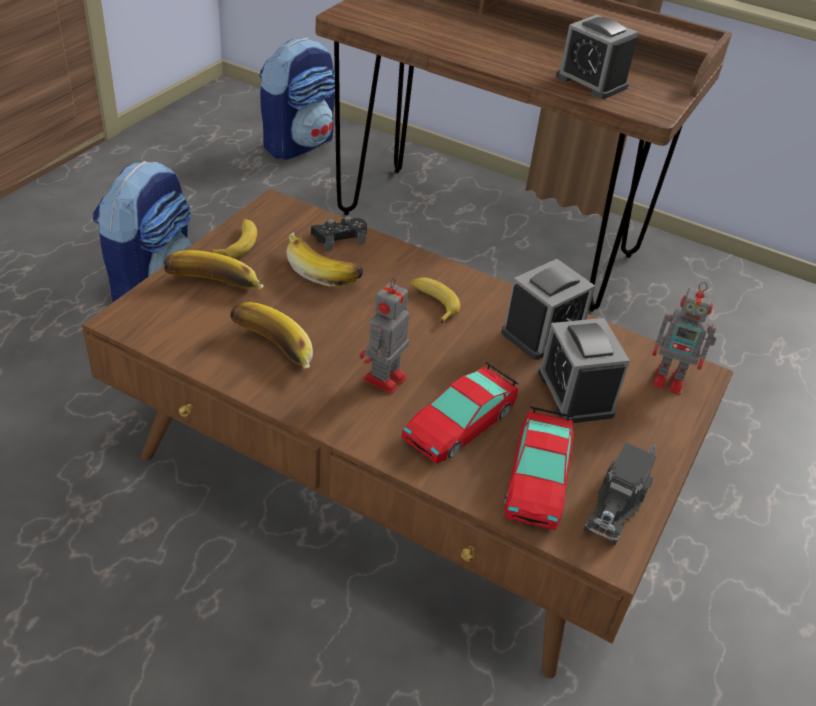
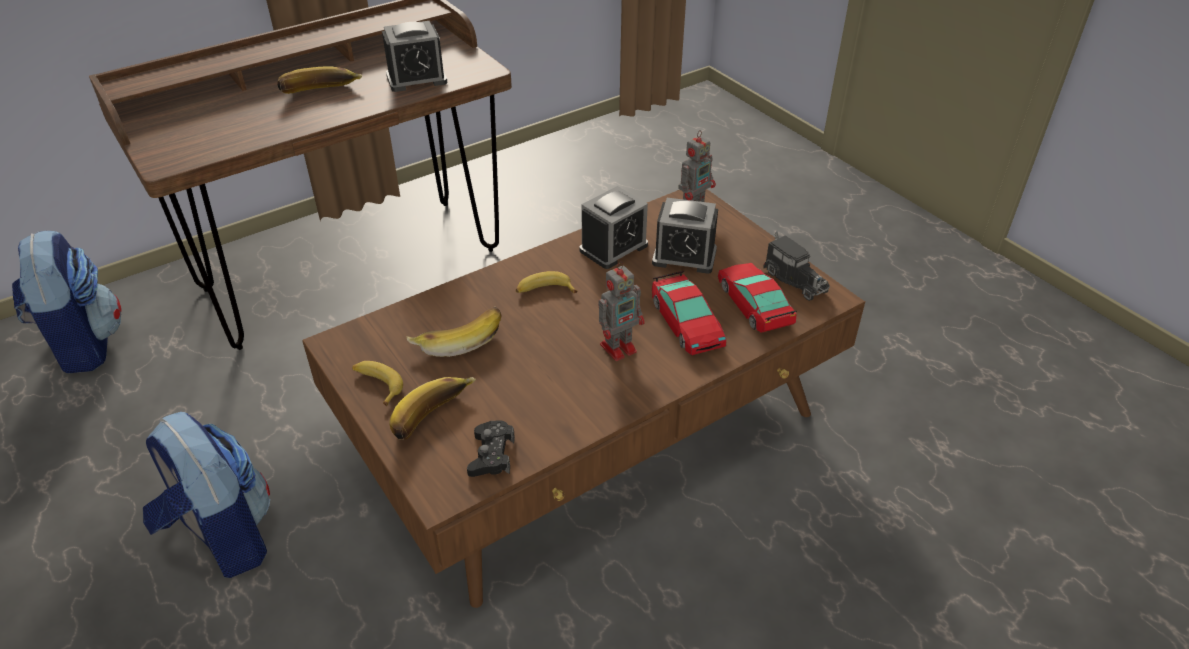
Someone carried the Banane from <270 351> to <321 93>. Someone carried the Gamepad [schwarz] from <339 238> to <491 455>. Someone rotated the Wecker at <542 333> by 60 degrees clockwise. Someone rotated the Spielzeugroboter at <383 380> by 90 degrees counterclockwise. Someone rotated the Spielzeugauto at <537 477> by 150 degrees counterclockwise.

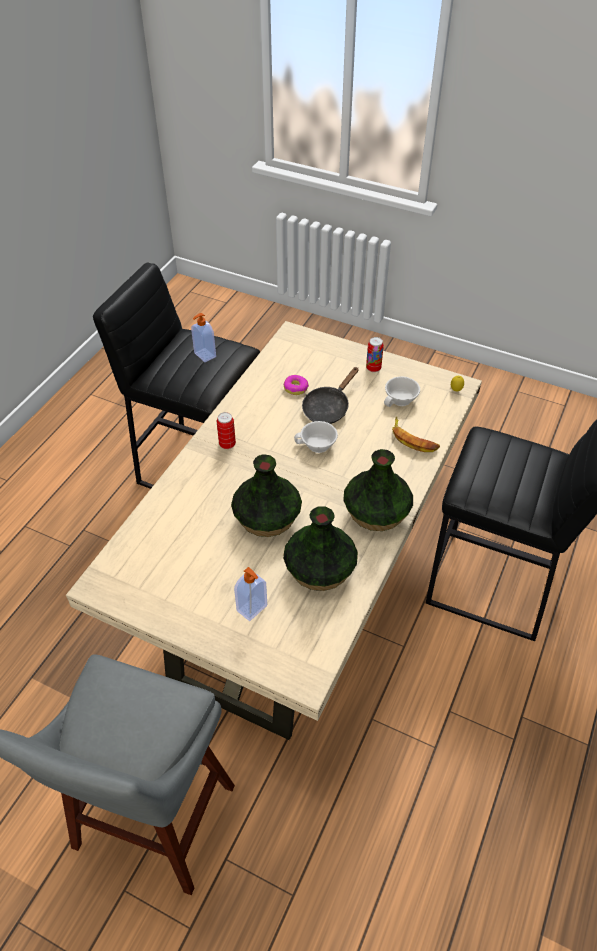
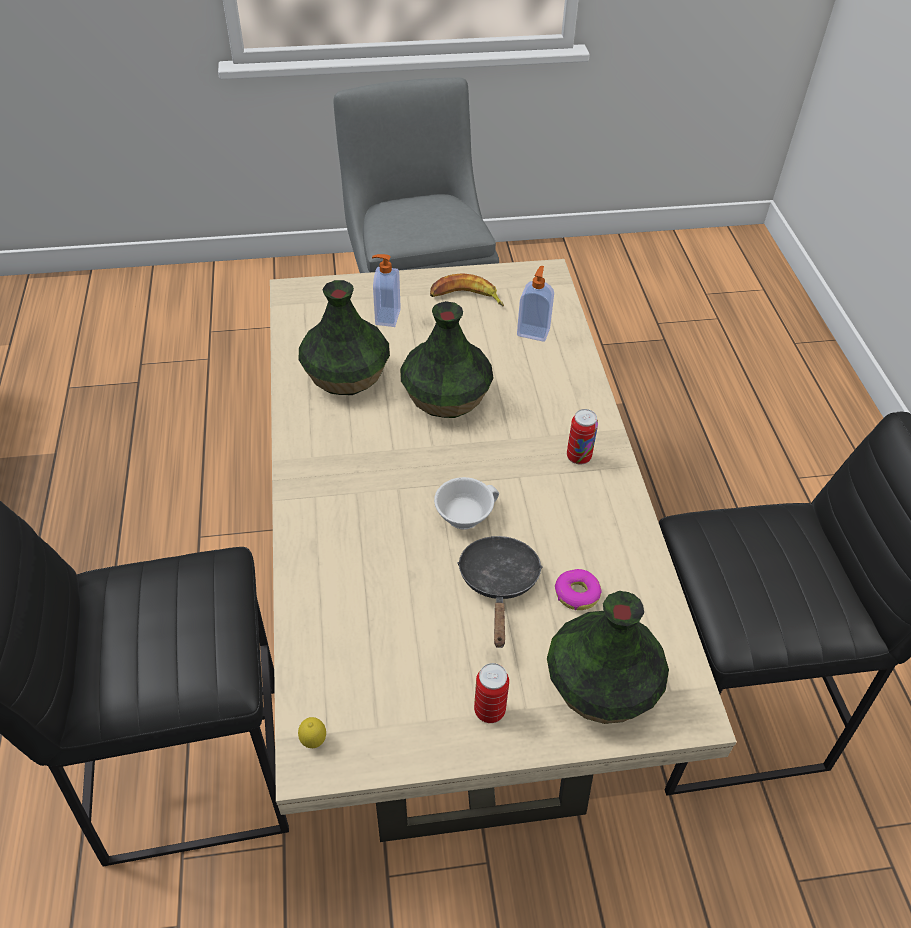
Someone carried the Banane from <413 439> to <466 298>. Someone carried the Seifenspender from <204 355> to <533 332>. Someone carried the Vase from <377 513> to <600 684>. Someone took away the Tasse [weiß] at <401 400>.

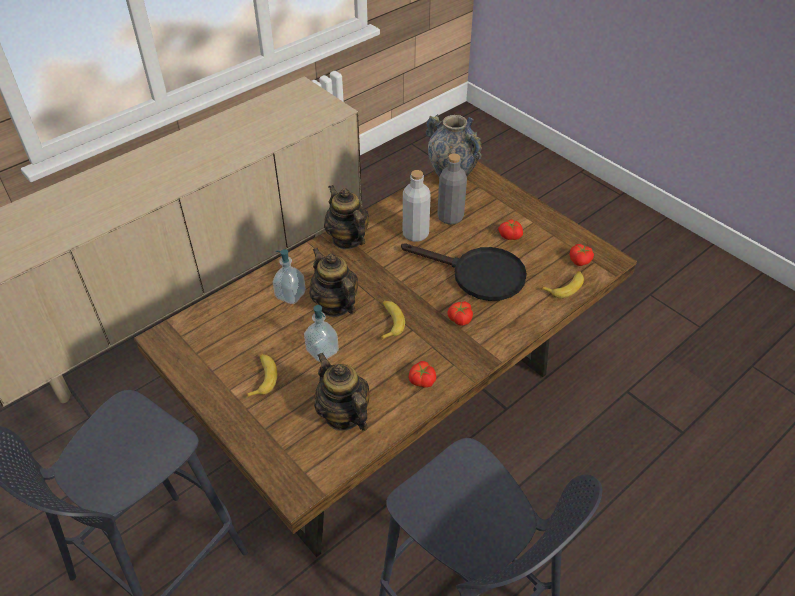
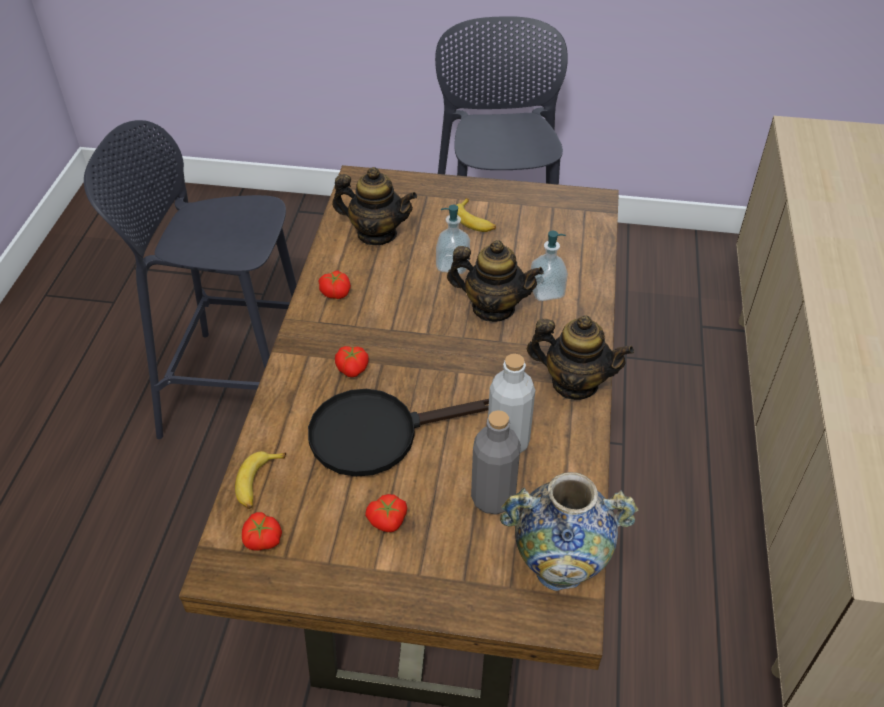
Someone took away the Banane at <389 322>.

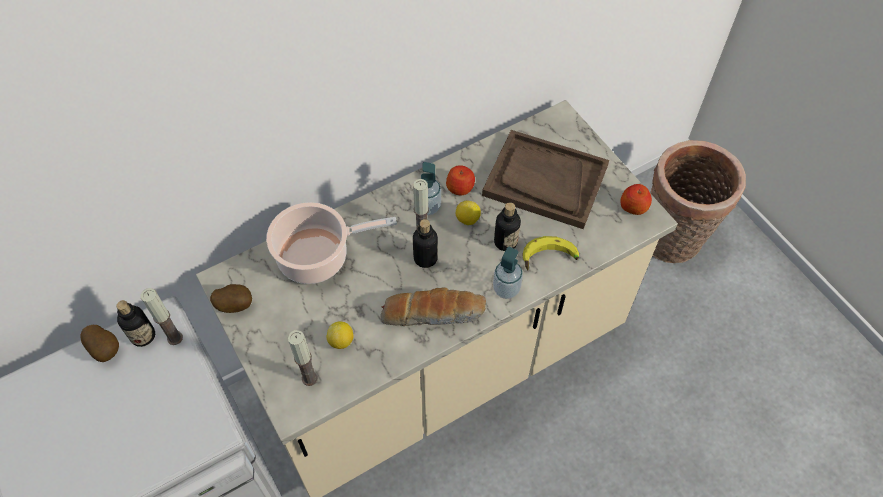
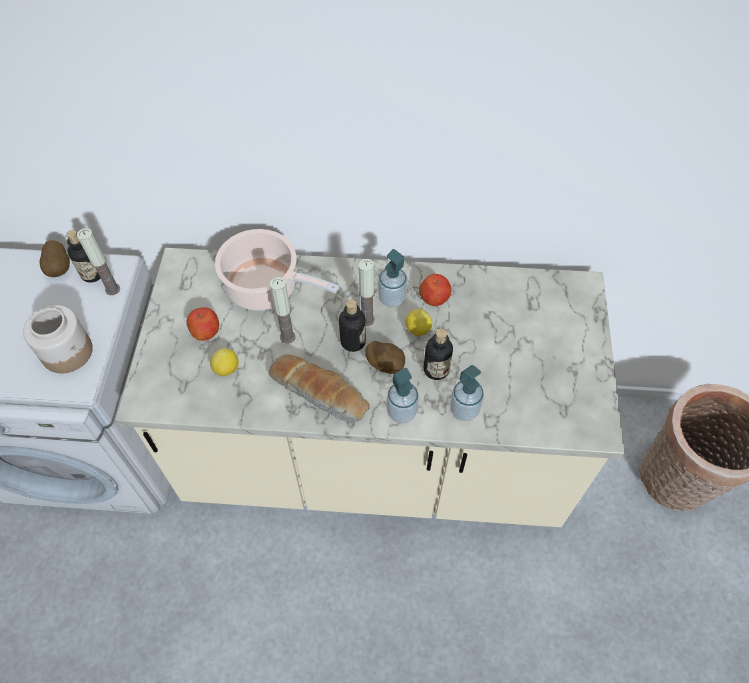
Someone put down the Vorratsglas at <68 352>. Someone carried the Apfel from <633 206> to <205 331>. Someone carried the Kerze from <309 378> to <287 337>. Someone carried the Kartoffel from <235 305> to <386 364>. Someone swapped the Banane at <549 259> for the Seifenspender at <464 410>. Someone took away the Tablett [braun] at <545 181>.

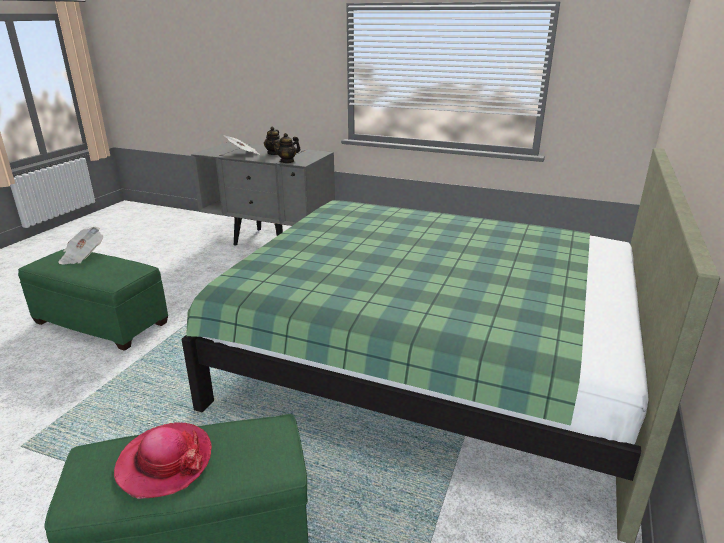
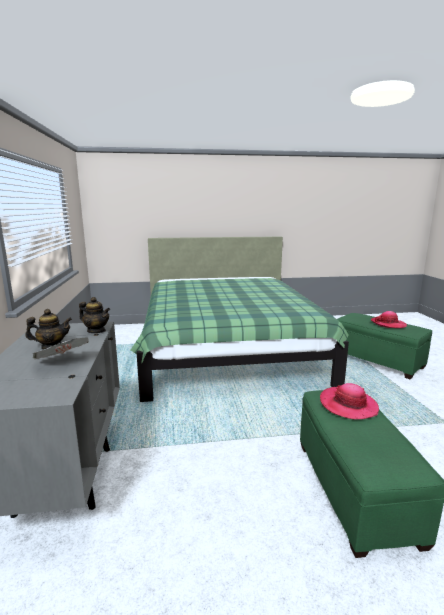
Someone put down the Hut at <348 405>. Someone took away the Zeitung at <83 257>.

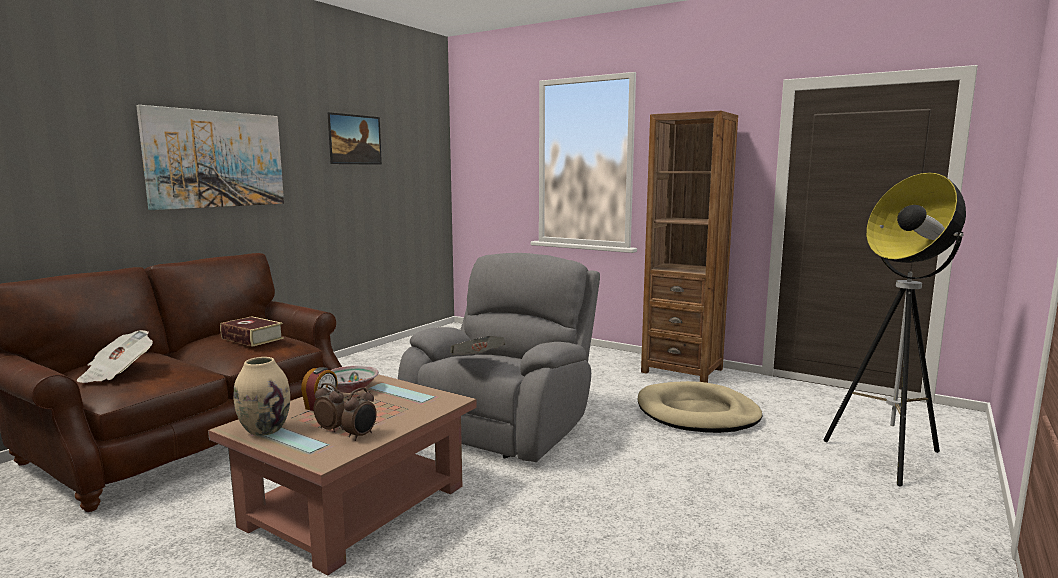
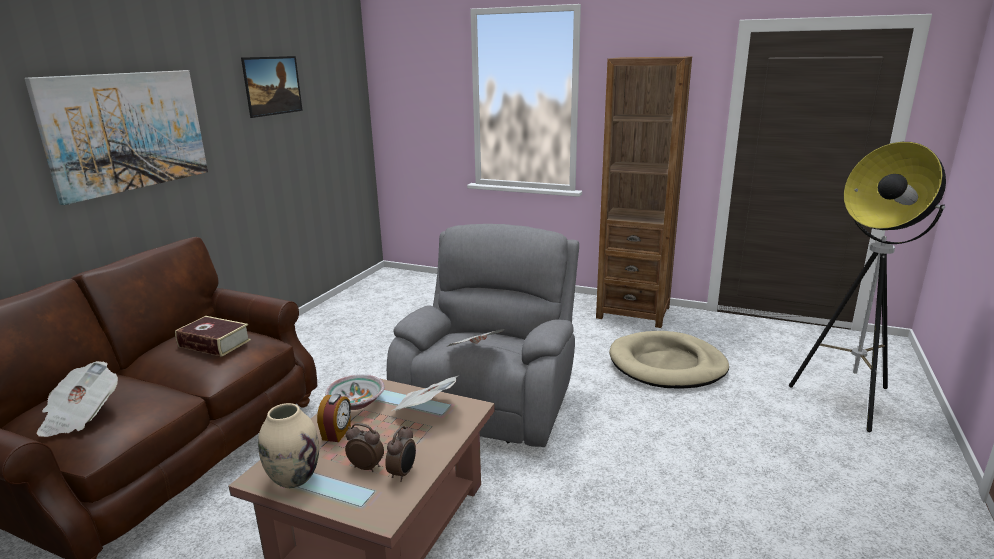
Someone put down the Zeitung at <426 409>.

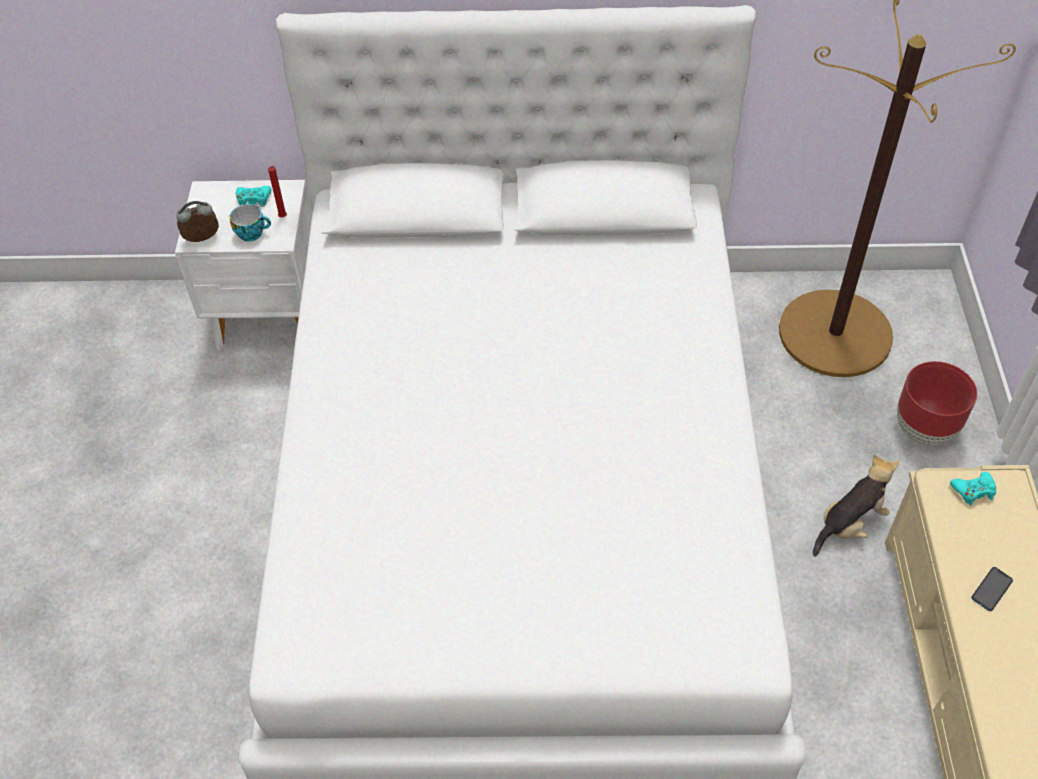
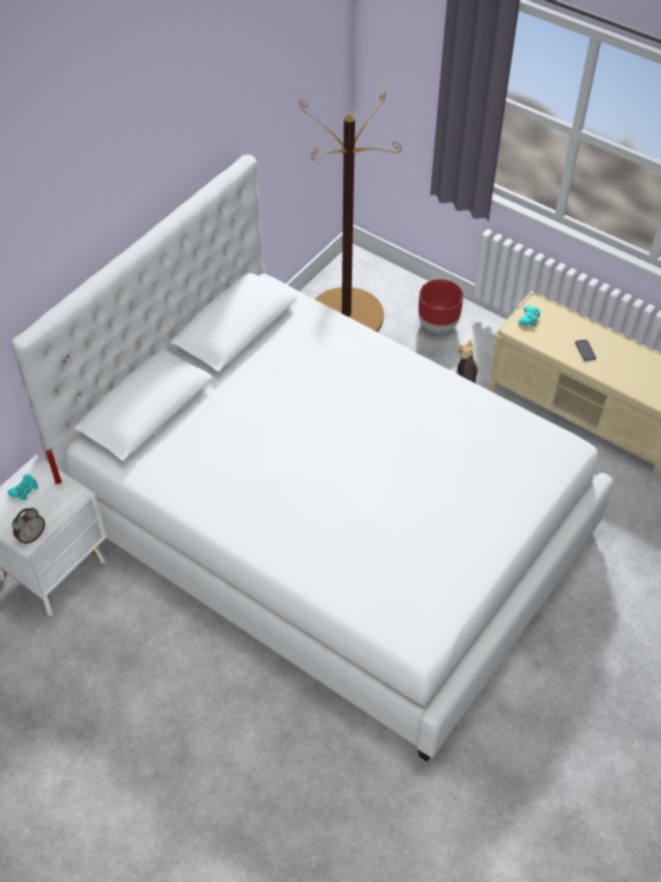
Someone rotated the Wecker at <202 239> by 150 degrees counterclockwise. Someone took away the Tasse at <252 233>.

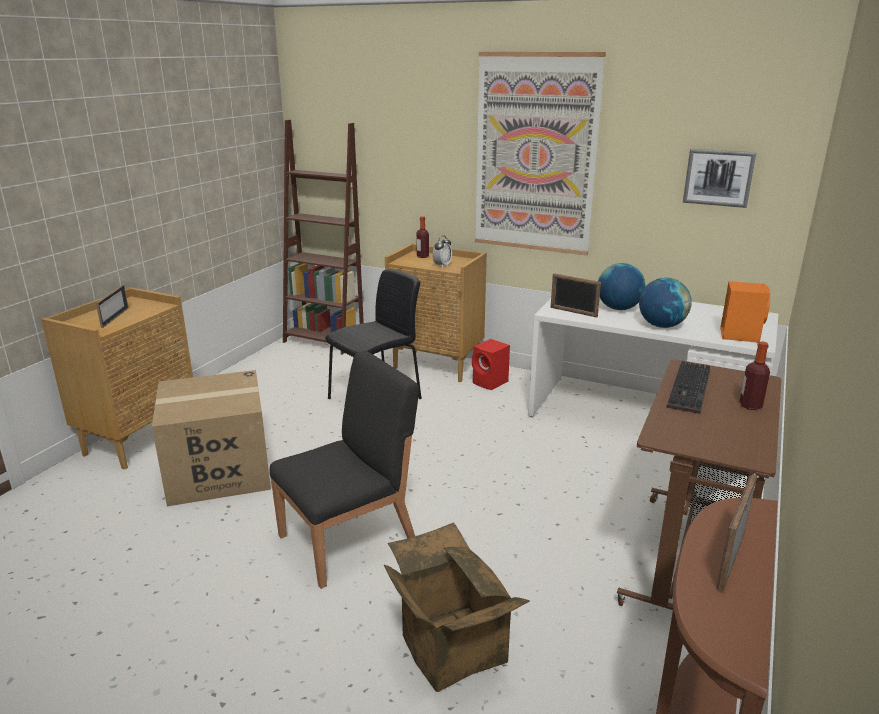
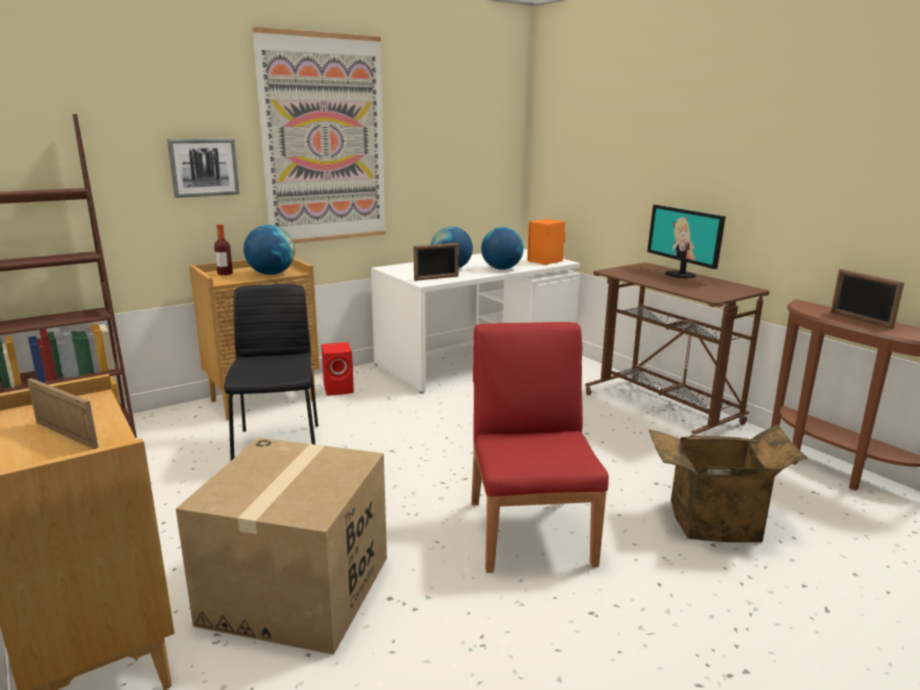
Someone carried the Bild from <718 177> to <204 167>. Someone swapped the Wecker at <442 265> for the Globus at <271 274>. Someone repainted the Stuhl [schwarz] at <349 539>, which became the Stuhl [rot] at <531 530>. Someone swapped the Flasche at <750 405> for the Monitor at <680 274>. Someone took away the Tastatur at <691 390>.

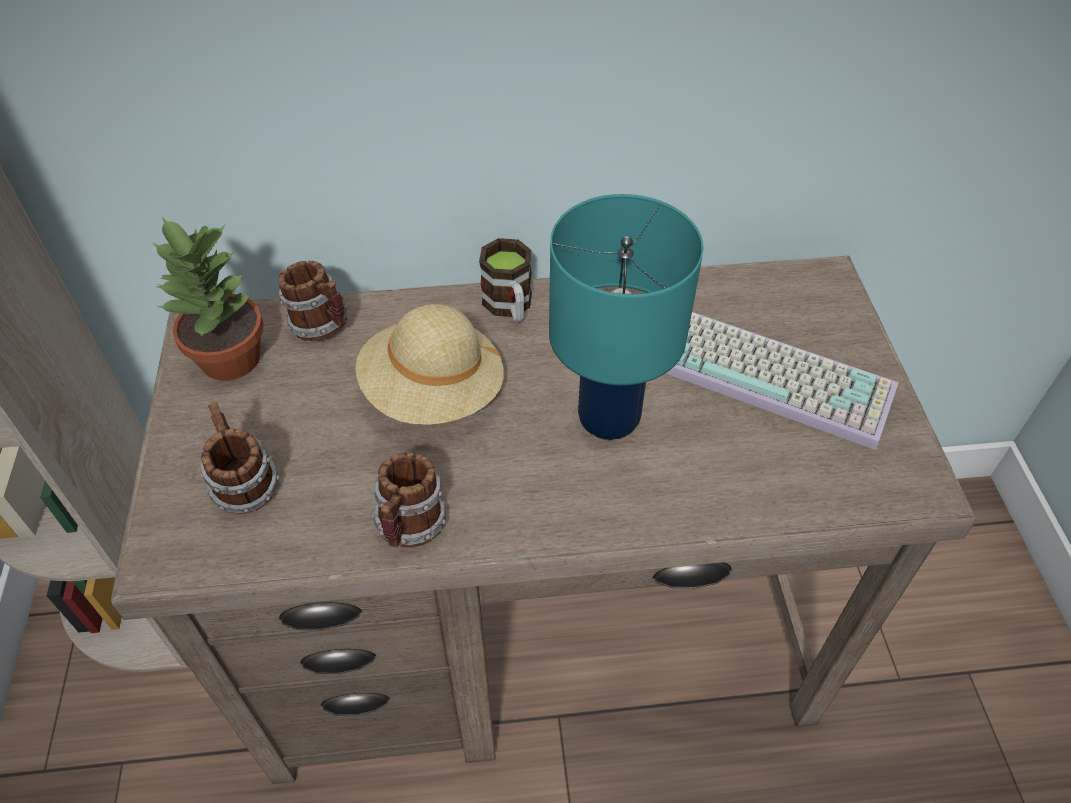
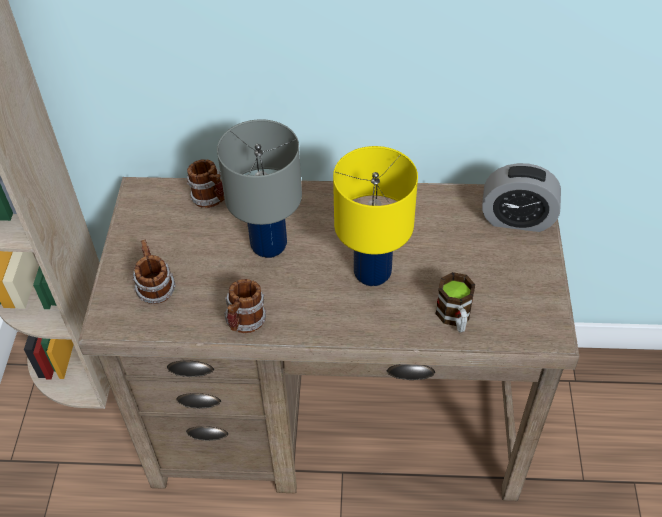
Someone swapped the Hut [beige] at <433 393> for the Tischlampe [grau] at <271 246>. Someone repainted the Tischlampe [türkis] at <606 417>, which became the Tischlampe [gelb] at <371 272>. Someone carried the Henkelbecher from <510 307> to <455 318>. Someone put down the Wecker at <517 219>. Someone took away the Topfpflanze at <231 360>. Someone took away the Tastatur at <772 374>.

